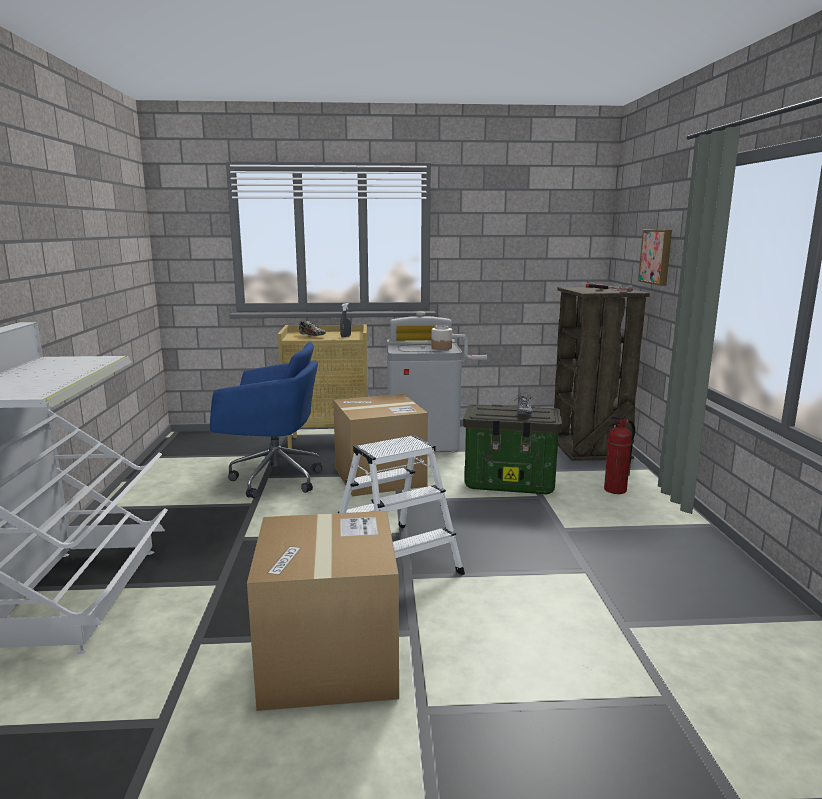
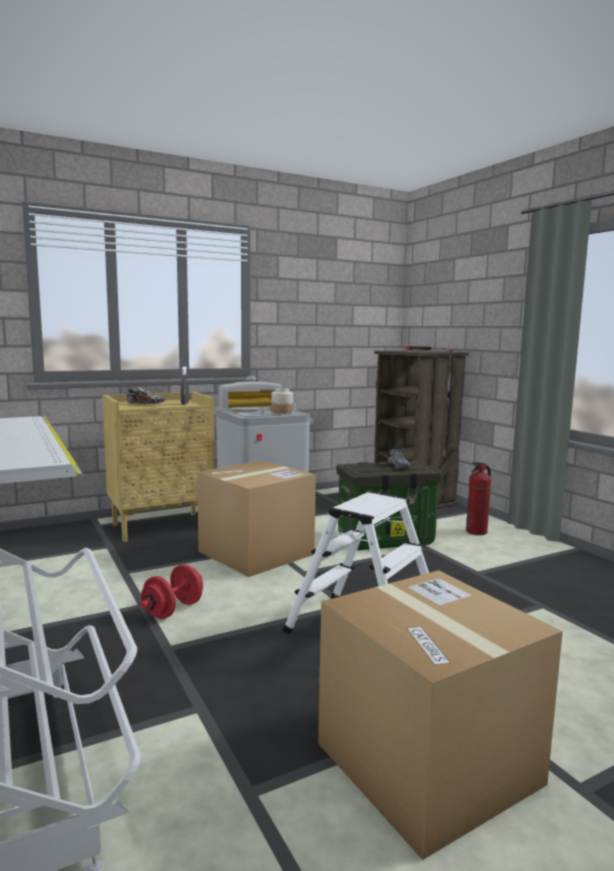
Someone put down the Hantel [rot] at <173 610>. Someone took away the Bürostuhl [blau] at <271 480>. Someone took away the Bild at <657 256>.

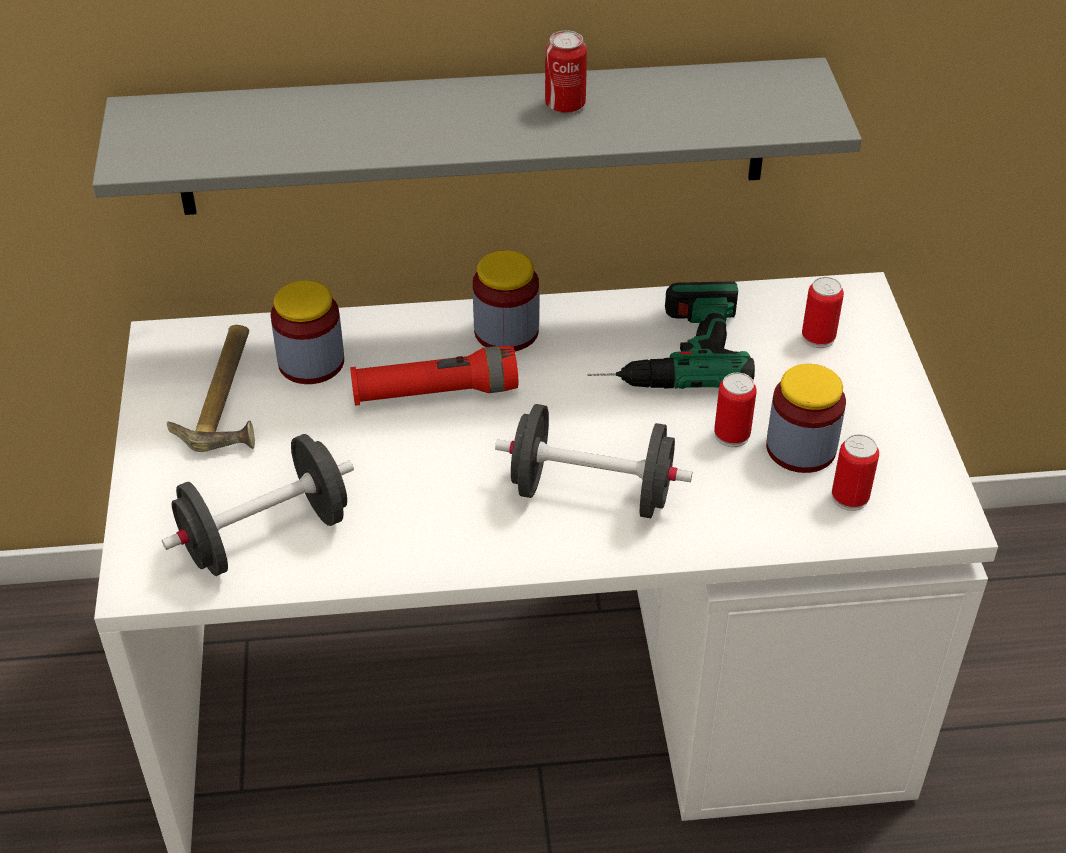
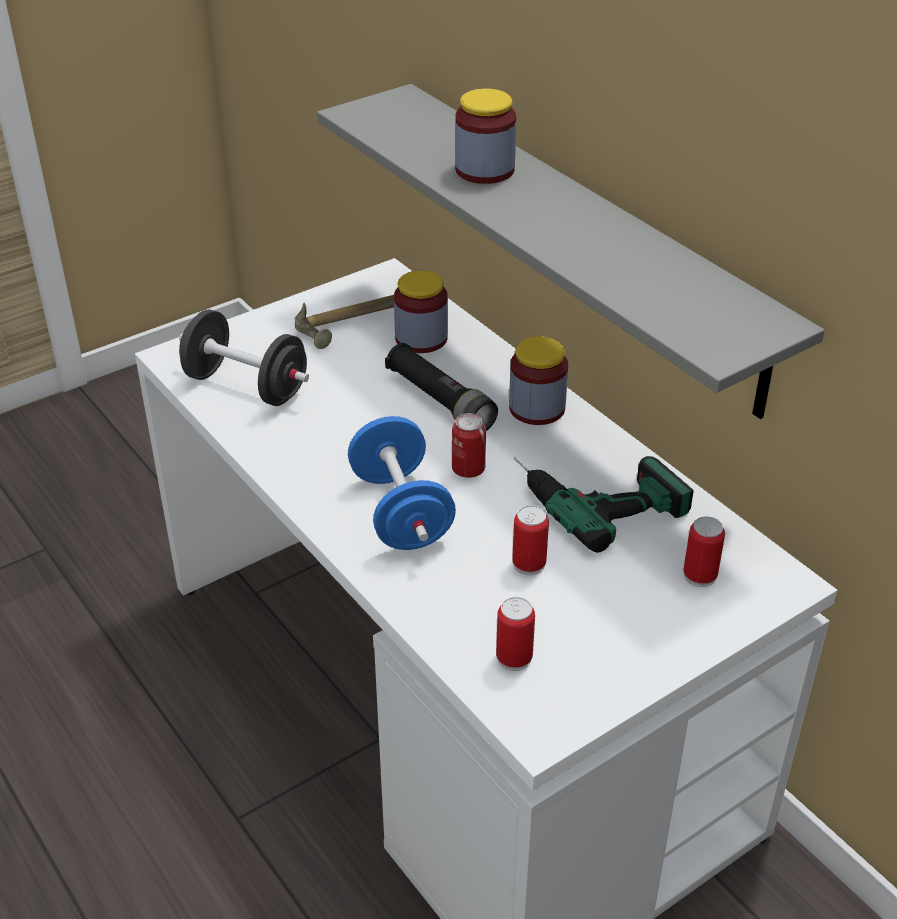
Someone repainted the Hantel [schwarz] at <591 492>, which became the Hantel [blau] at <401 512>. Someone repainted the Taschenlampe [rot] at <435 393>, which became the Taschenlampe [schwarz] at <440 401>. Someone carried the Dose from <565 104> to <468 469>. Someone carried the Vorratsglas from <801 448> to <484 170>.

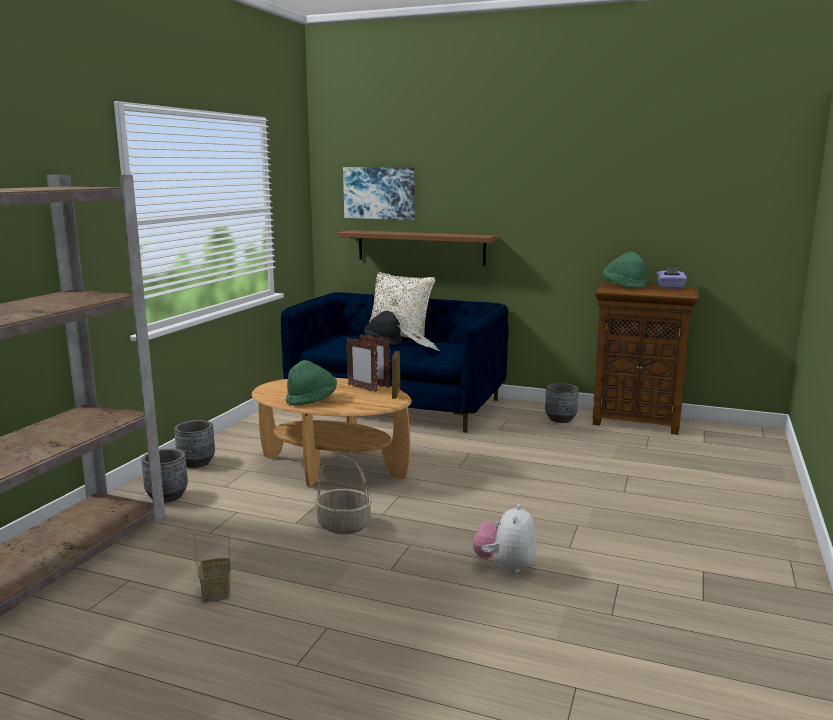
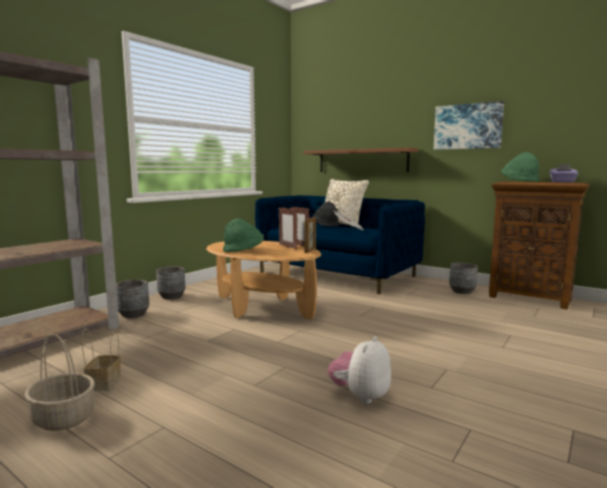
Someone carried the Korb from <343 526> to <62 418>. Someone carried the Bild from <379 193> to <467 126>.

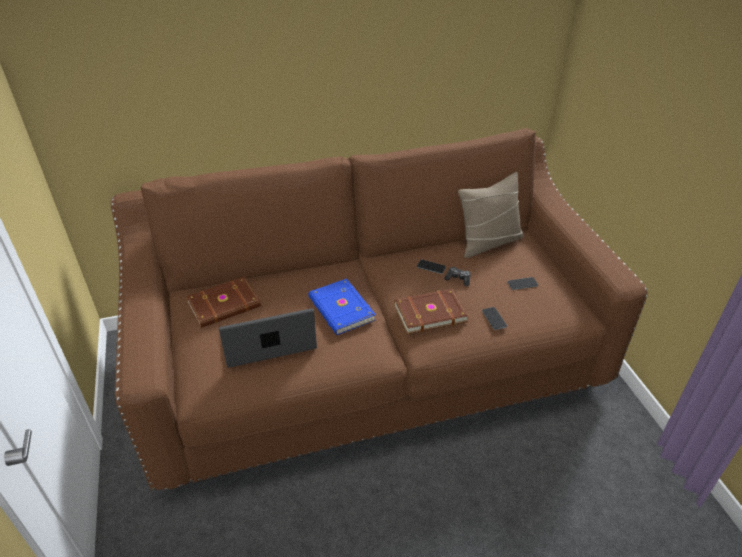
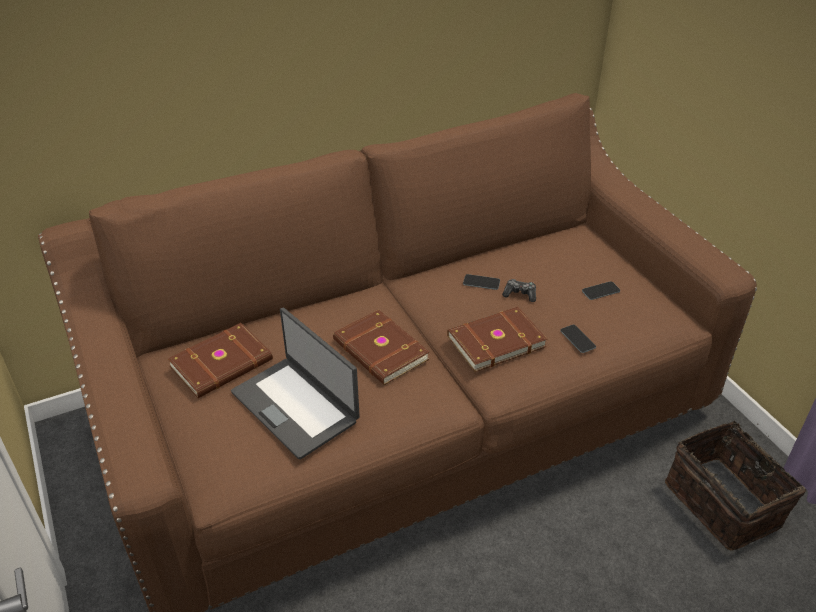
Someone rotated the Laptop at <268 342> by 105 degrees counterclockwise. Someone repainted the Buch [blau] at <340 309>, which became the Buch [braun] at <379 351>. Someone put down the Korb at <725 502>. Someone took away the Kissen [beige] at <488 242>.

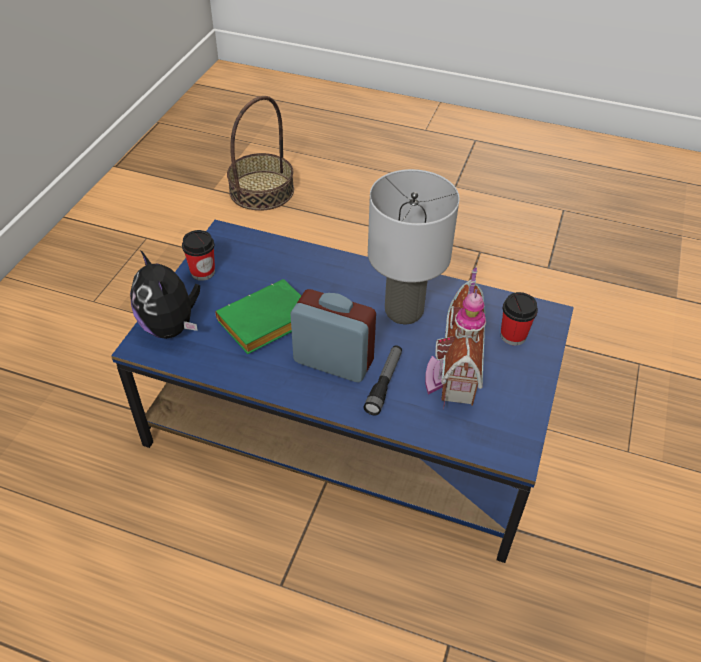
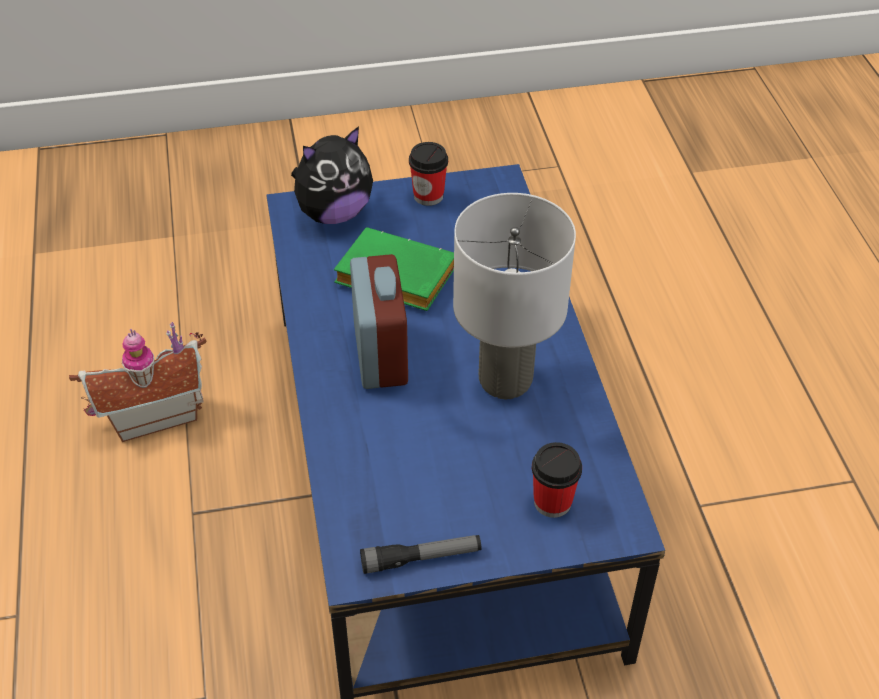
Someone carried the Spielzeughaus from <451 376> to <152 414>. Someone rotated the Plüschtier at <171 326> by 150 degrees counterclockwise. Someone carried the Taschenlampe from <384 383> to <421 558>. Someone took away the Korb at <261 190>.

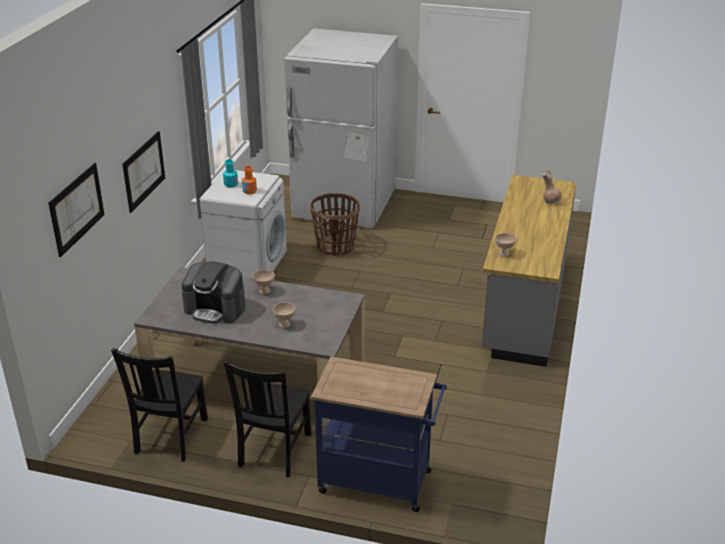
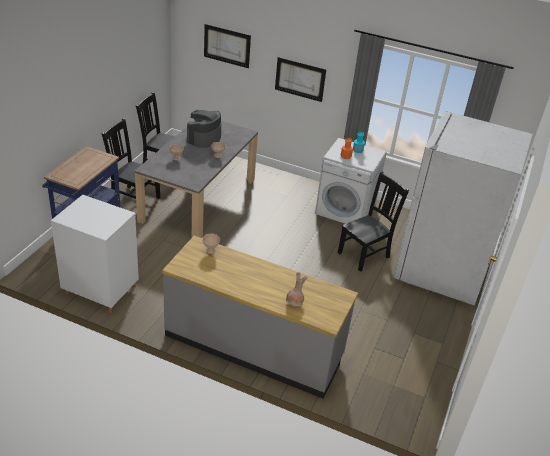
Someone put down the Kommode [weiß] at <100 290>. Someone swapped the Korb at <335 247> for the Stuhl [schwarz] at <365 254>.

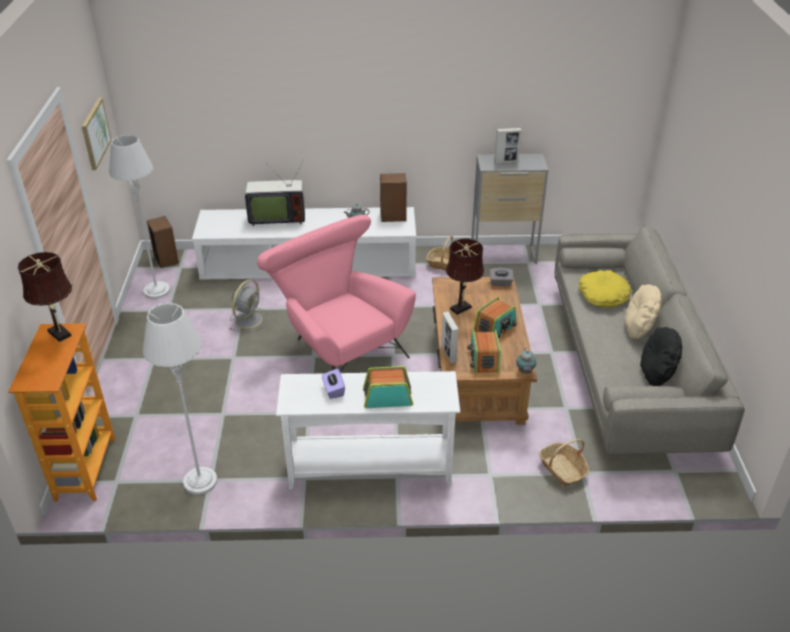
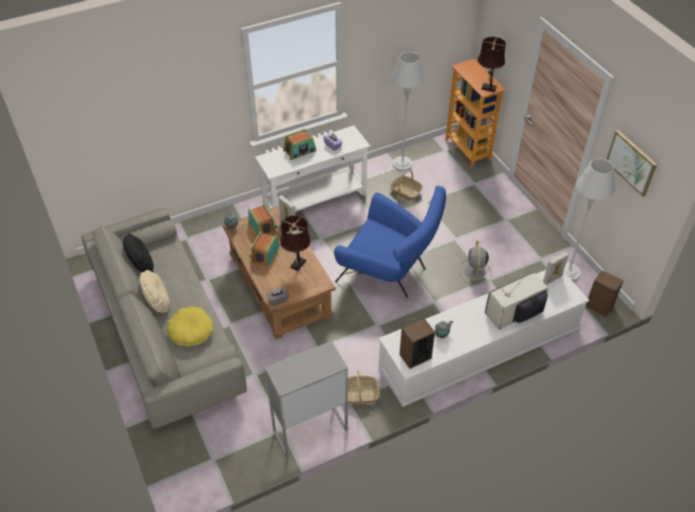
Someone repainted the Sessel [rosa] at <341 347>, which became the Sessel [blau] at <389 272>. Someone carried the Korb from <562 469> to <405 192>. Someone carried the Bilderrahmen from <506 162> to <552 279>.

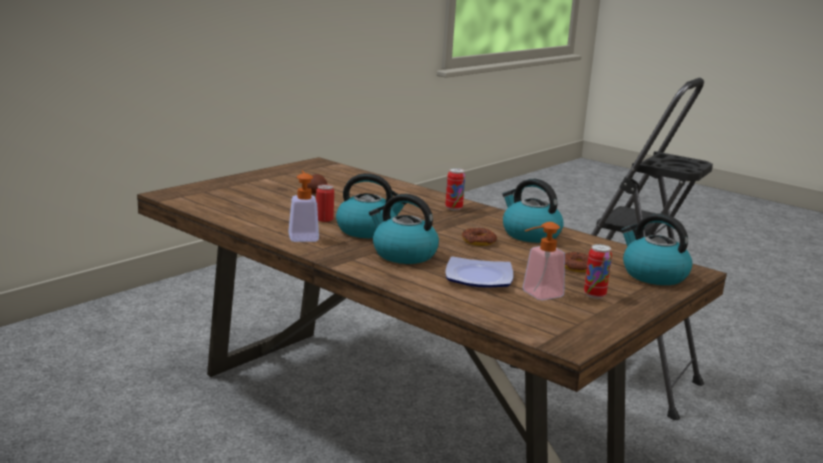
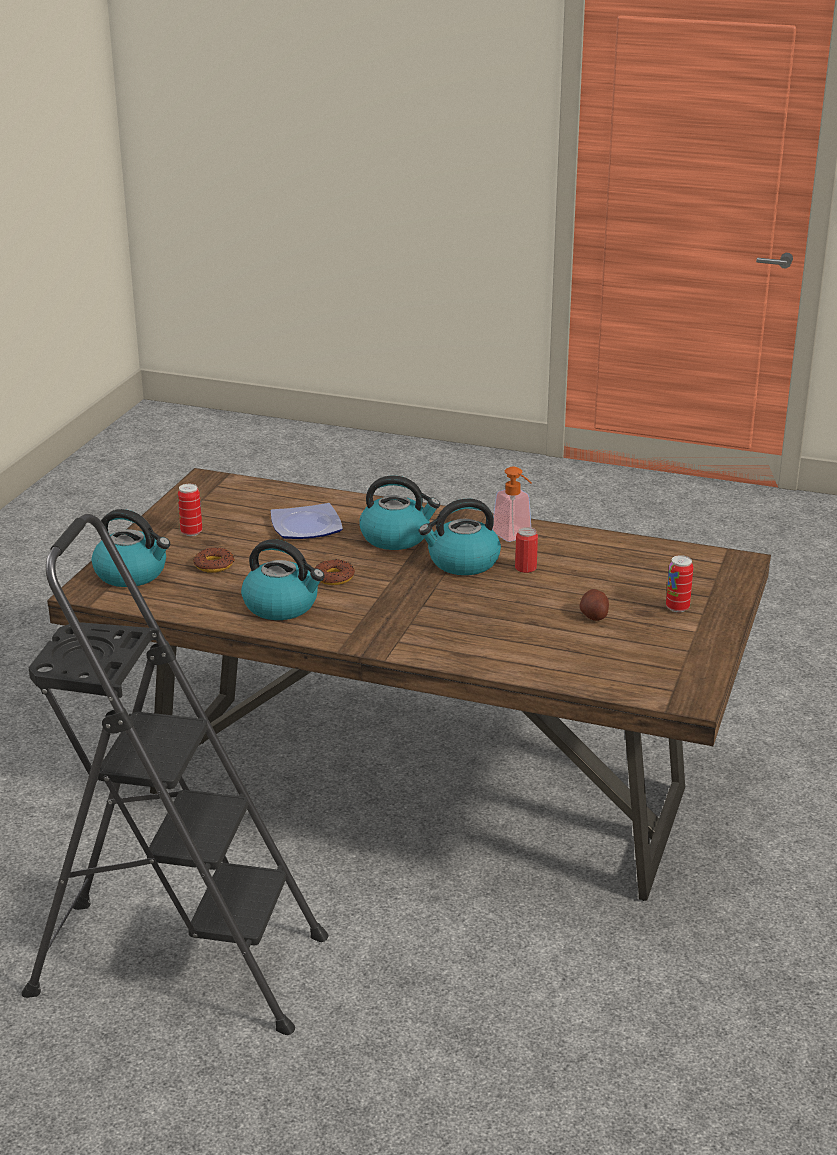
Someone carried the Dose from <453 208> to <677 608>. Someone took away the Seifenspender at <536 295>.

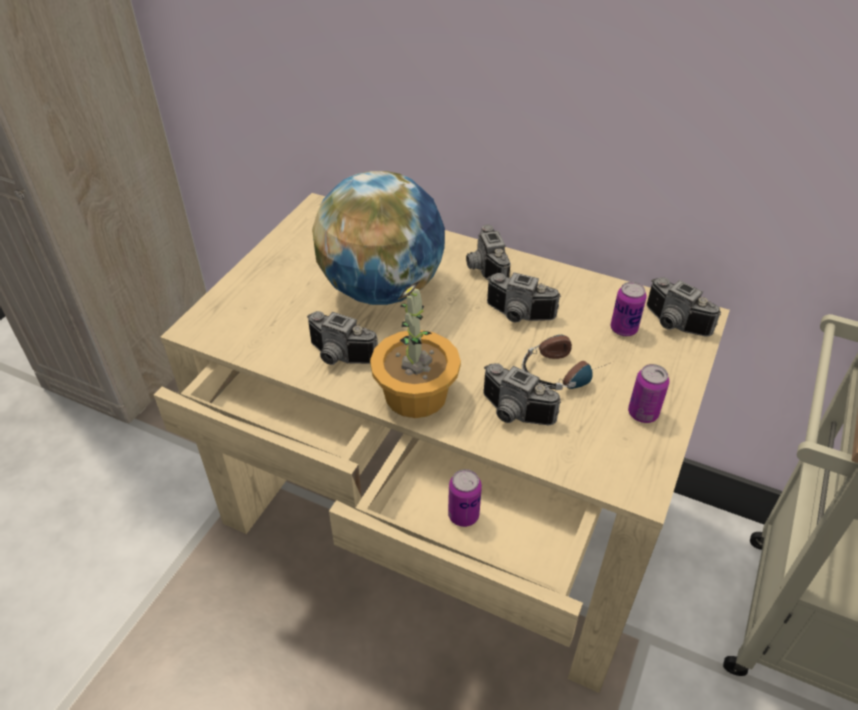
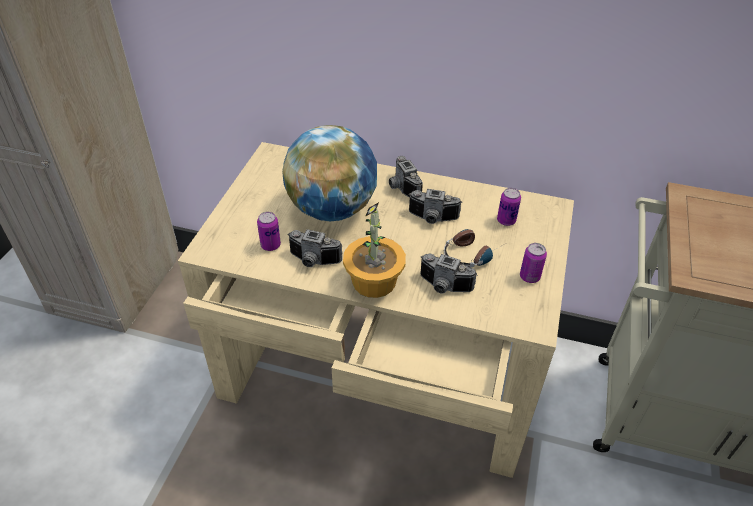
Someone carried the Dose from <463 515> to <270 245>. Someone took away the Kamera at <672 325>.

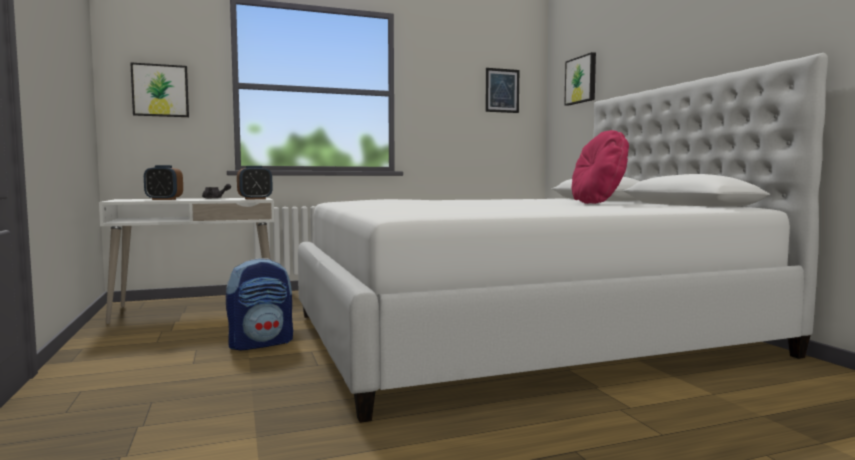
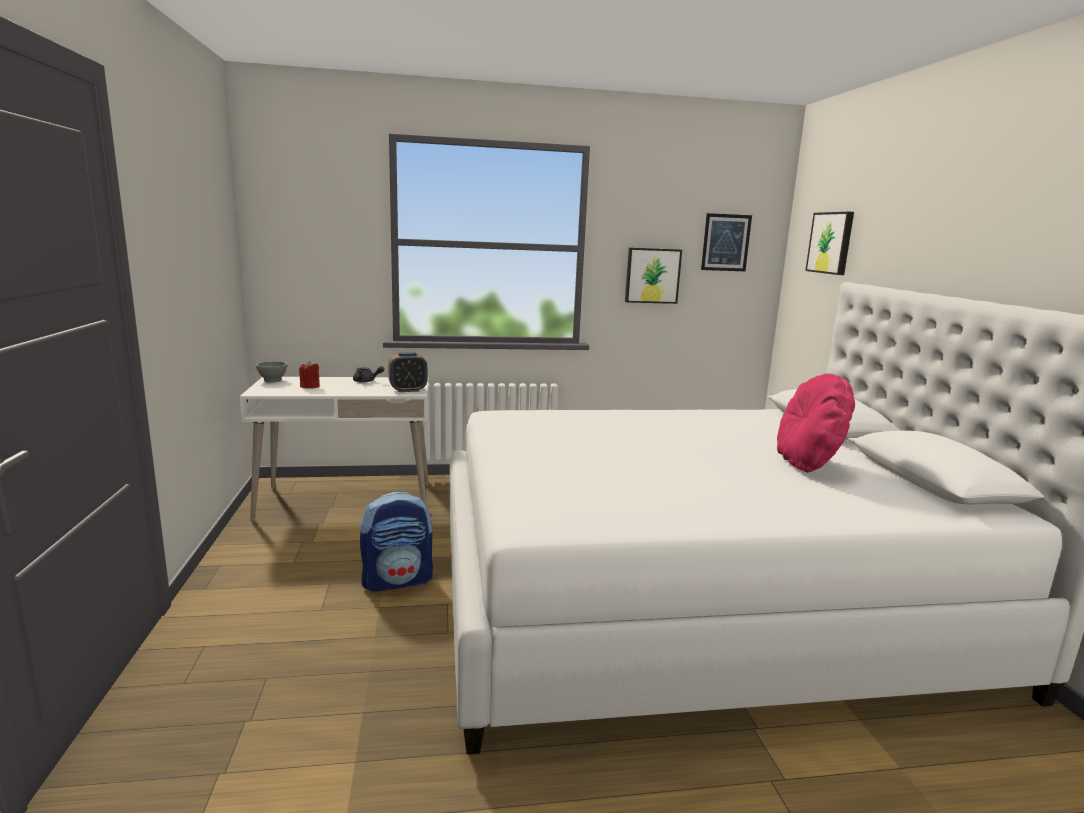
Someone put down the Schüssel [grau] at <272 380>. Someone swapped the Wecker at <164 199> for the Kerze [rot] at <310 386>. Someone carried the Bild from <160 90> to <652 275>.

